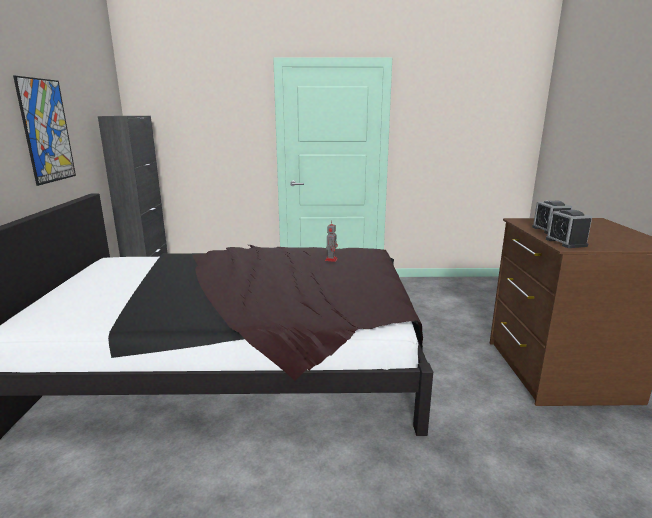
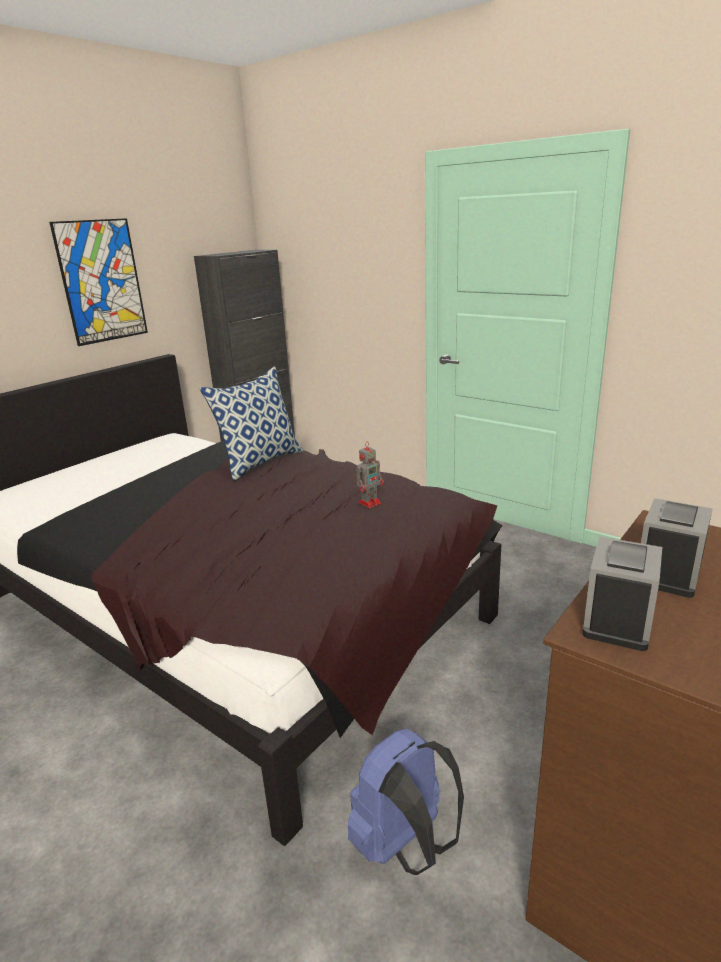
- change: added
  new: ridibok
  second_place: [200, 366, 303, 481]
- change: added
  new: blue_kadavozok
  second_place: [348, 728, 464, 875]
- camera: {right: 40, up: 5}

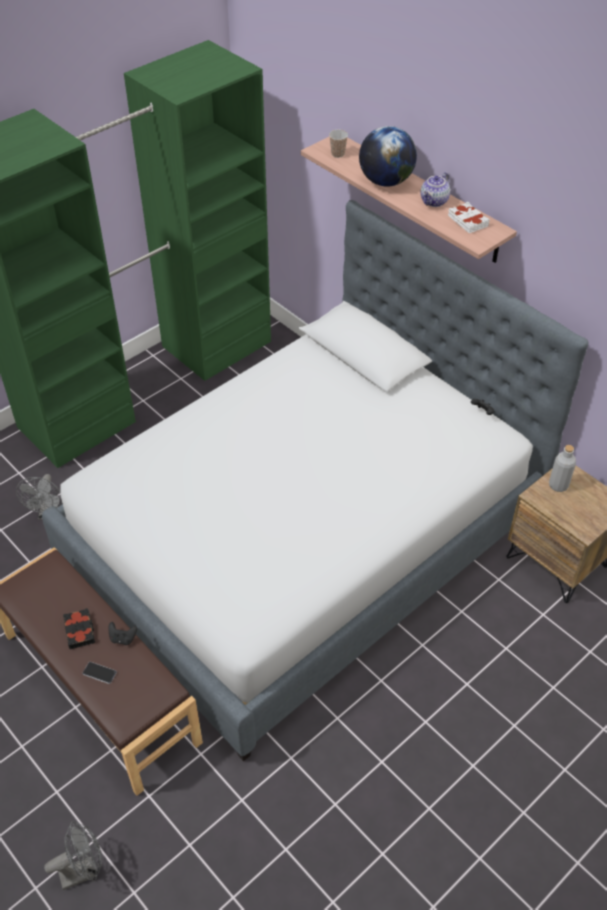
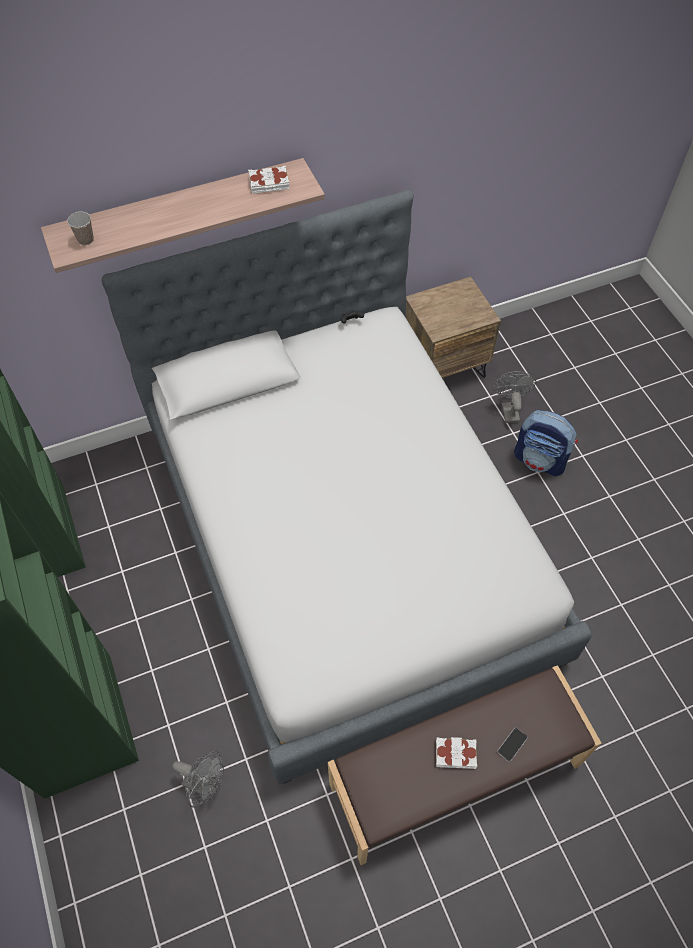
- change: removed
  old: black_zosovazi
  first_place: [108, 622, 137, 645]
- change: removed
  old: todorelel
  first_place: [359, 126, 417, 187]
- change: removed
  old: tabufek
  first_place: [421, 172, 450, 207]
- change: removed
  old: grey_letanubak
  first_place: [549, 445, 576, 492]
- change: added
  new: kadavozok
  second_place: [514, 410, 578, 477]
- change: moved
  old: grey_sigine
  first_place: [44, 821, 102, 890]
  second_place: [492, 371, 536, 423]
- change: recoloured
  old: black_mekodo
  new: white_mekodo
  first_place: [63, 608, 95, 649]
  second_place: [436, 737, 477, 769]
- camera: {right: -70, up: 10}

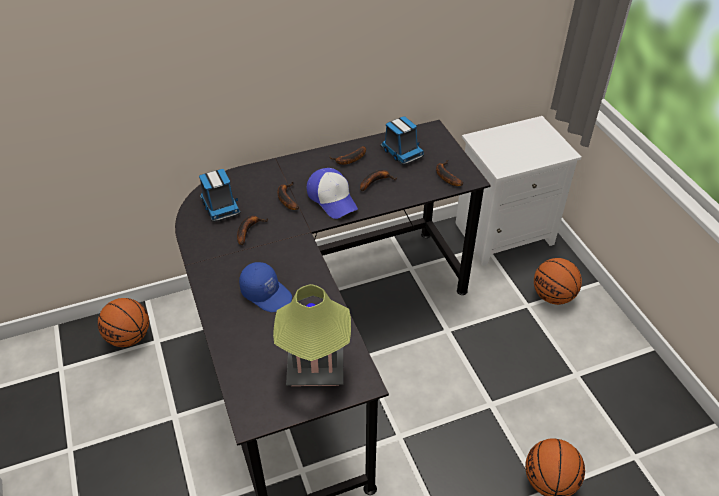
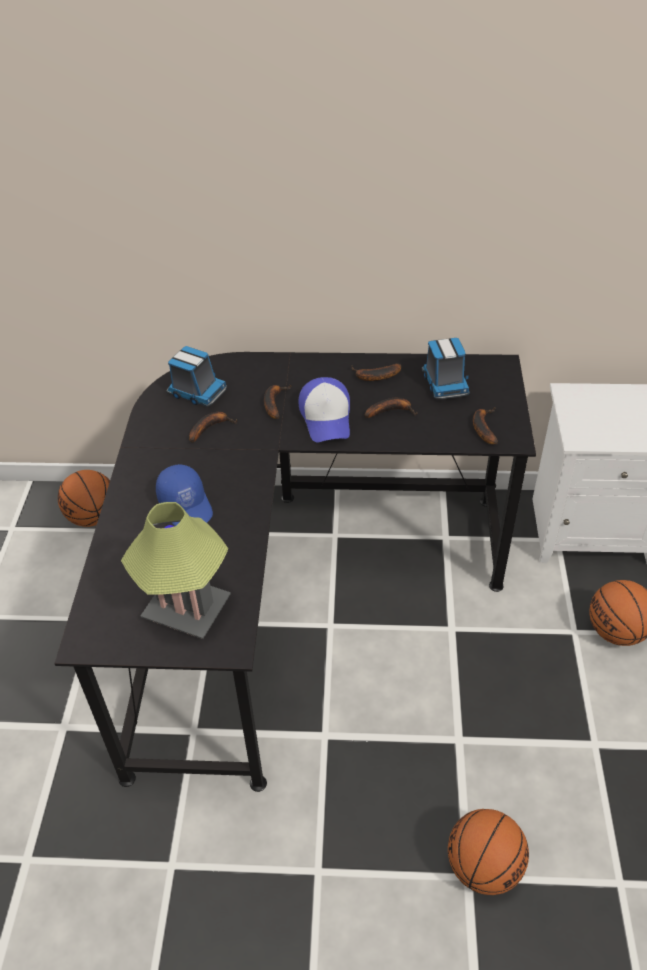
- change: turned
  old: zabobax
  first_place: [199, 169, 240, 222]
  second_place: [166, 346, 227, 407]
  degrees: -60
- camera: {right: 25, up: 0}

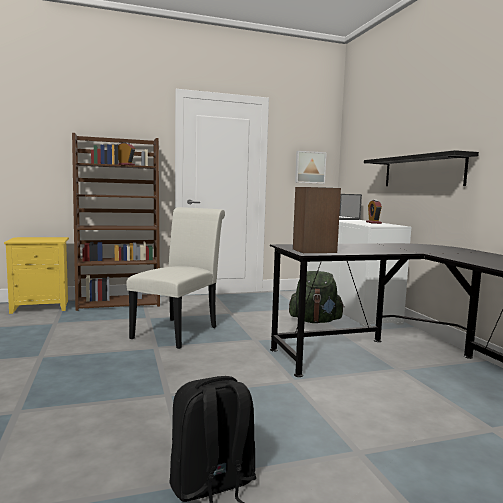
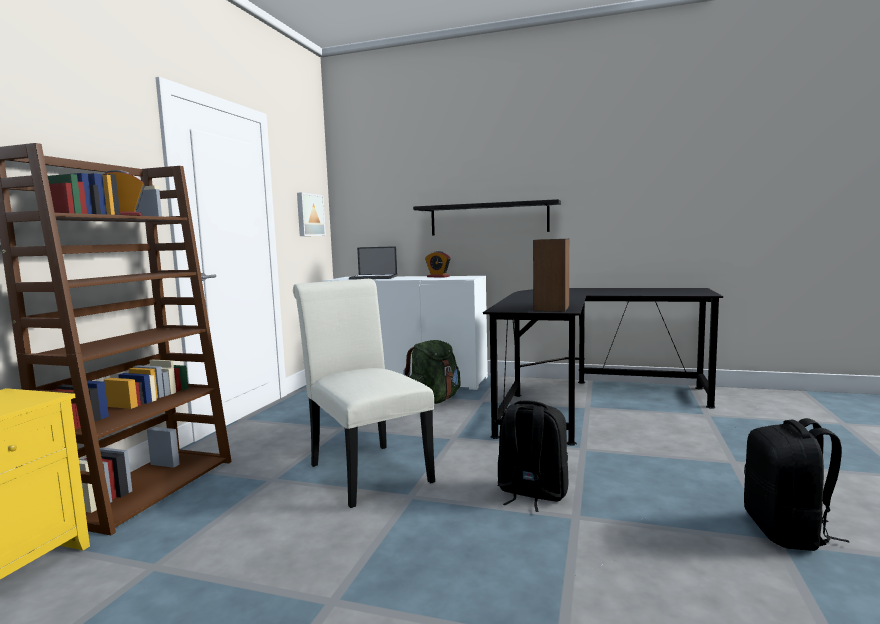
- change: added
  new: black_kadavozok
  second_place: [498, 401, 568, 512]
- camera: {right: -55, up: 0}

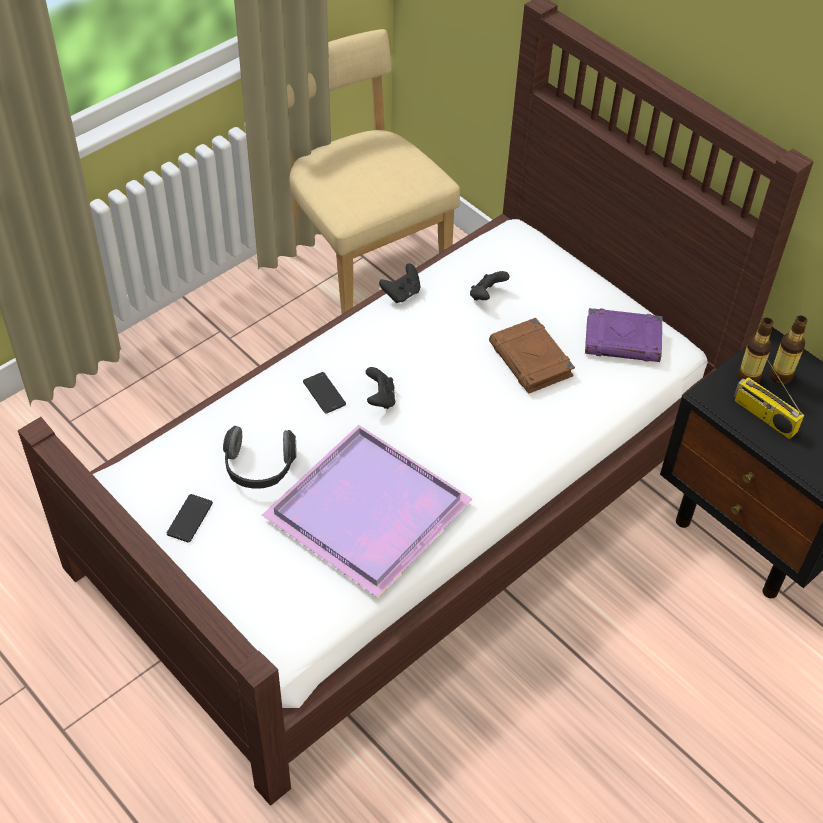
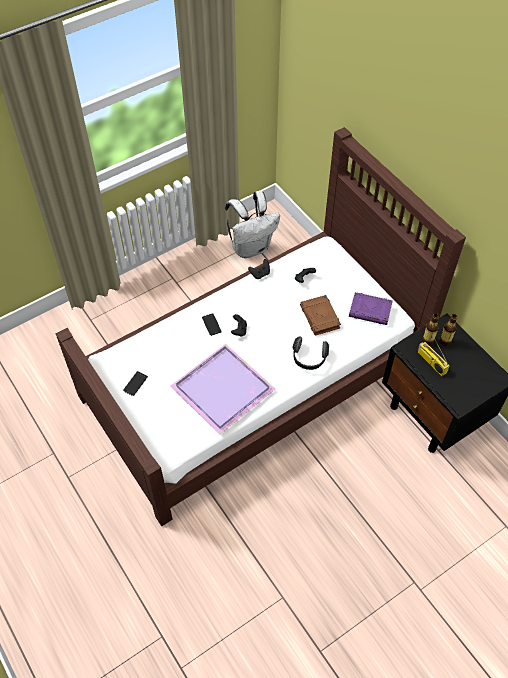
- change: moved
  old: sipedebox
  first_place: [223, 426, 296, 489]
  second_place: [293, 336, 329, 370]
- change: replaced
  old: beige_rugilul
  new: white_kadavozok
  first_place: [287, 29, 460, 314]
  second_place: [225, 191, 280, 258]
- camera: {right: 10, up: 5}

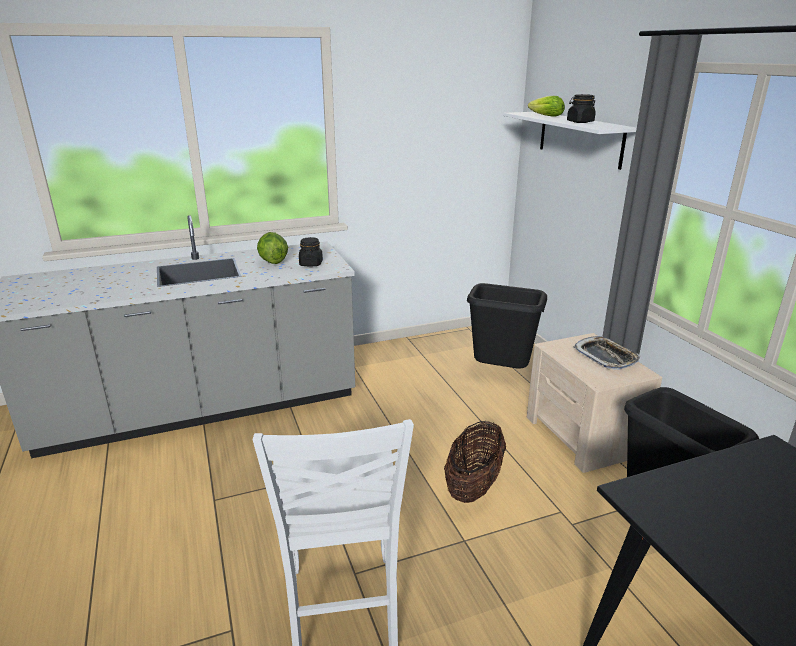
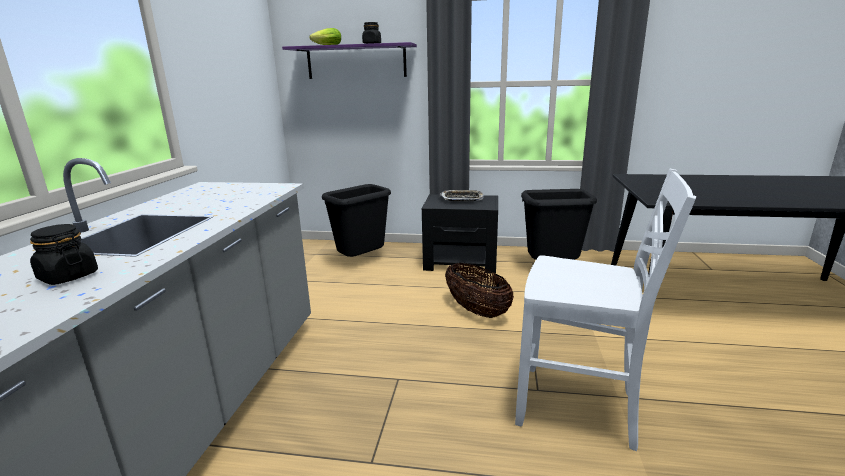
- change: removed
  old: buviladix
  first_place: [257, 232, 288, 264]
- change: moved
  old: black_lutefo
  first_place: [299, 237, 323, 266]
  second_place: [30, 224, 98, 285]
- change: recoloured
  old: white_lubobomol
  new: purple_lubobomol
  first_place: [504, 112, 637, 170]
  second_place: [282, 42, 417, 79]
- change: recoloured
  old: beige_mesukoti
  new: black_mesukoti
  first_place: [527, 333, 662, 473]
  second_place: [422, 194, 498, 274]
- camera: {right: -60, up: -5}

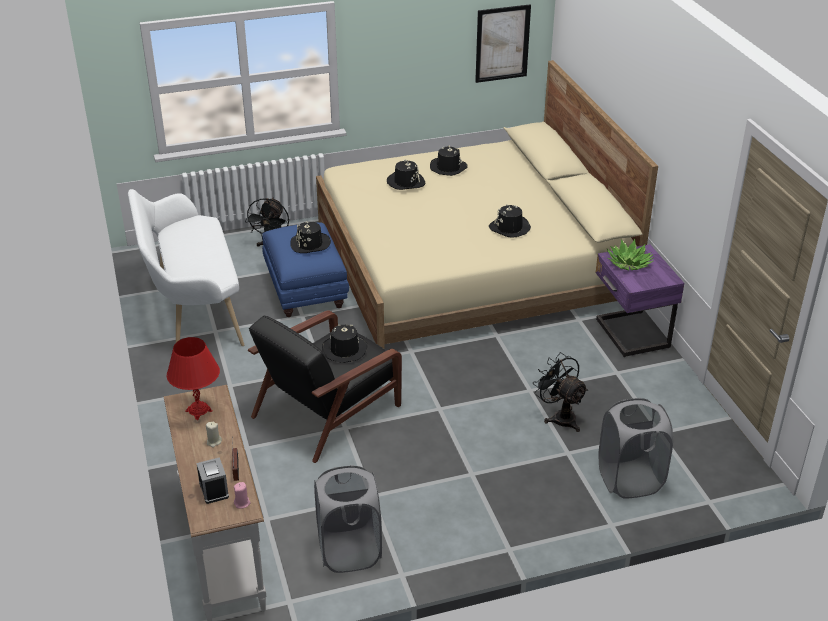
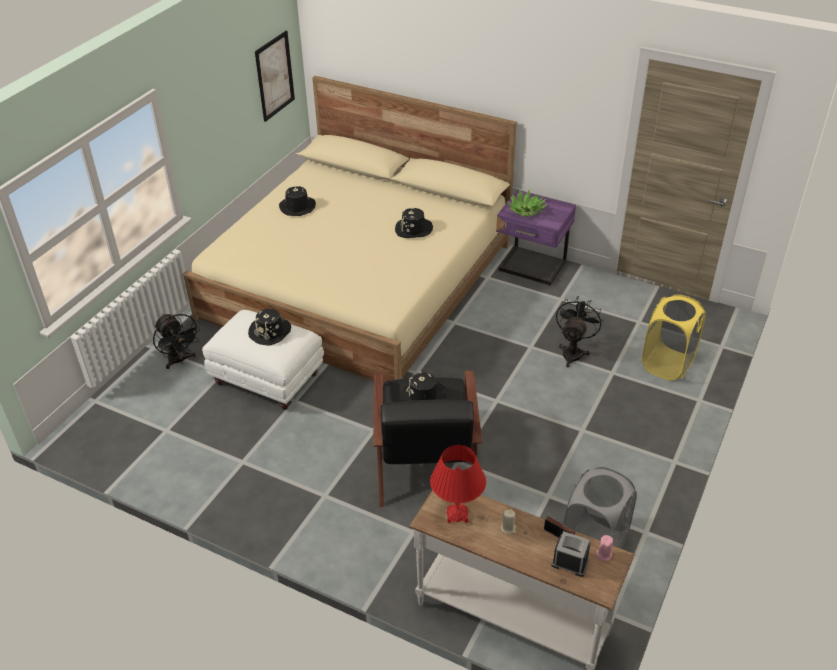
- change: removed
  old: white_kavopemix
  first_place: [128, 189, 244, 346]
- change: removed
  old: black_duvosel
  first_place: [387, 160, 425, 190]
- change: recoloured
  old: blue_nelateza
  new: white_nelateza
  first_place: [262, 222, 349, 317]
  second_place: [202, 310, 324, 410]
- change: recoloured
  old: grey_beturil
  new: yellow_beturil
  first_place: [599, 398, 673, 499]
  second_place: [642, 294, 706, 381]
- change: turned
  old: black_sigine
  first_place: [533, 352, 588, 432]
  second_place: [556, 296, 603, 367]
  degrees: 105
- camera: {right: -45, up: 5}

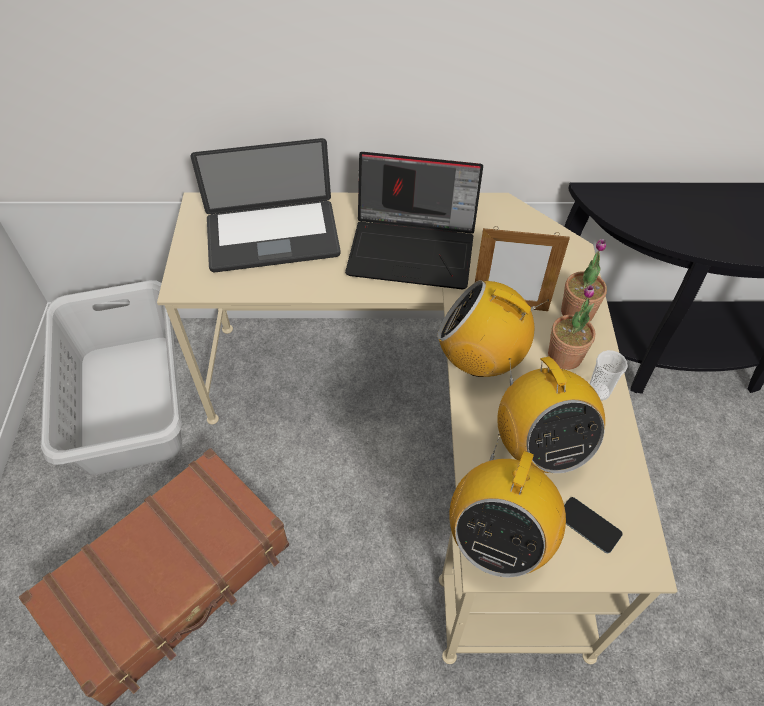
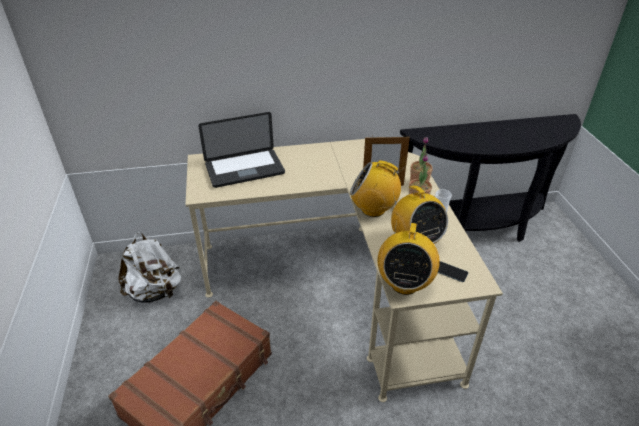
- change: removed
  old: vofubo
  first_place: [345, 152, 483, 289]
- change: replaced
  old: grey_beturil
  new: white_kadavozok
  first_place: [41, 280, 182, 475]
  second_place: [118, 232, 181, 303]
- camera: {right: -10, up: -15}

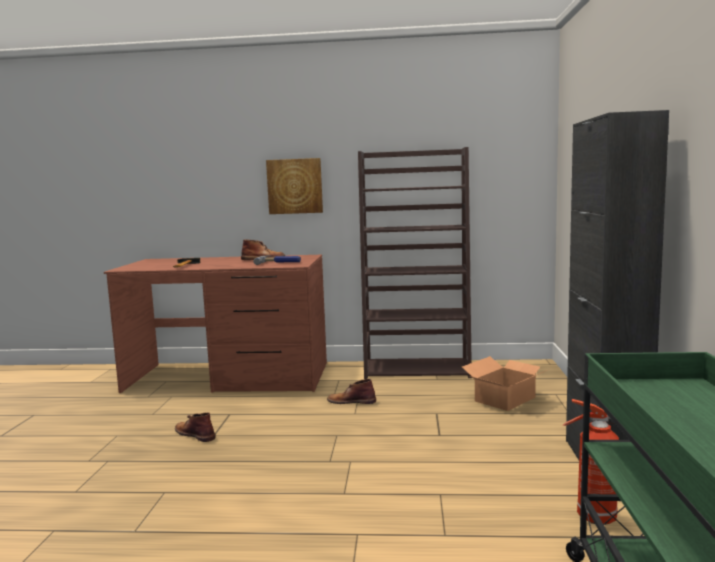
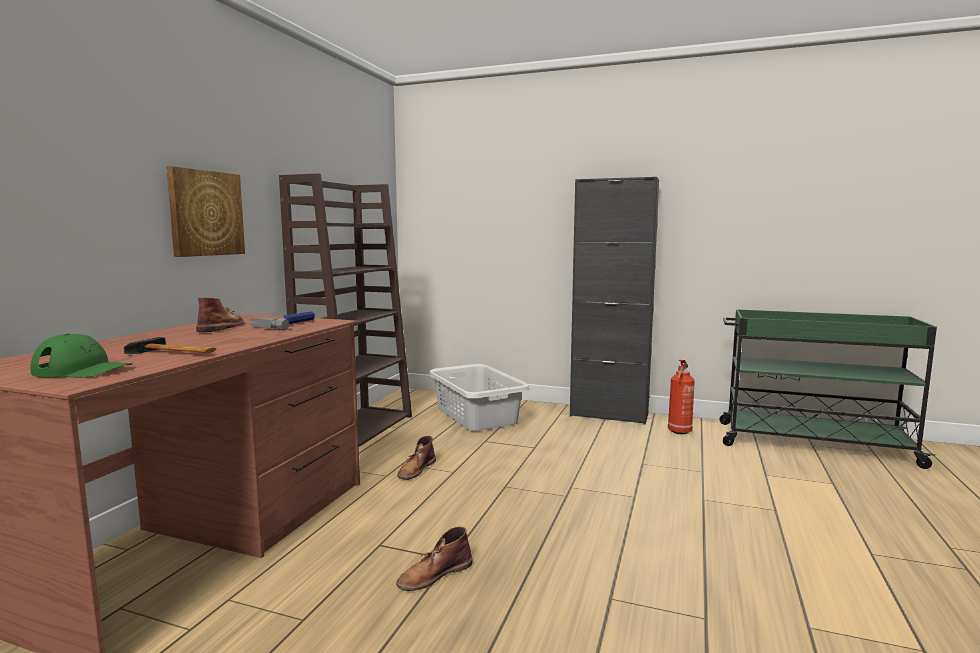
- change: added
  new: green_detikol
  second_place: [30, 334, 133, 378]
- change: replaced
  old: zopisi
  new: grey_beturil
  first_place: [462, 356, 547, 411]
  second_place: [428, 364, 529, 431]
- camera: {right: -75, up: 0}

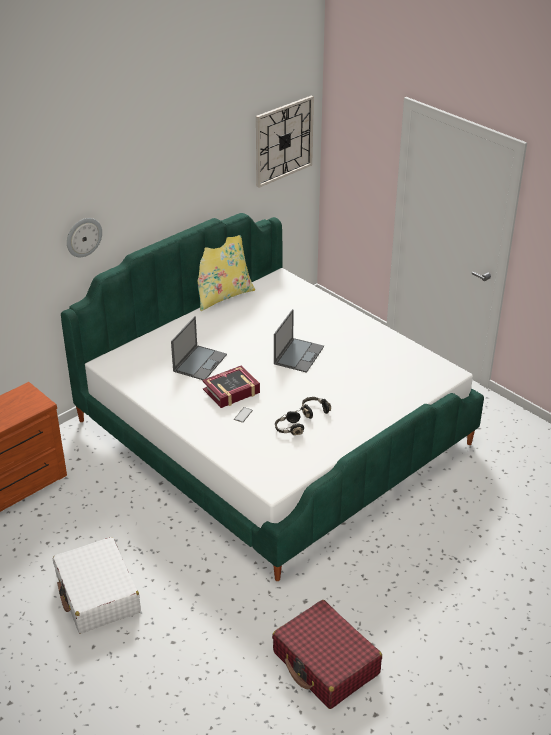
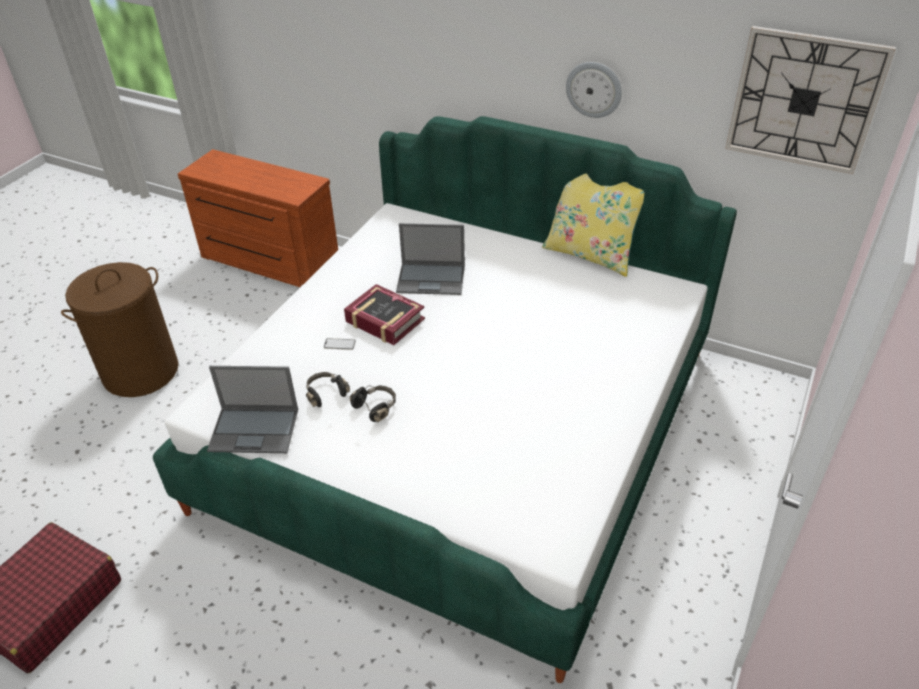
- change: moved
  old: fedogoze
  first_place: [67, 218, 102, 257]
  second_place: [566, 62, 622, 118]
- change: moved
  old: vofubo
  first_place: [274, 309, 324, 373]
  second_place: [207, 366, 298, 453]
- change: replaced
  old: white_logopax
  new: brown_beturil
  first_place: [53, 537, 141, 634]
  second_place: [61, 262, 179, 397]
- camera: {right: 70, up: 5}

